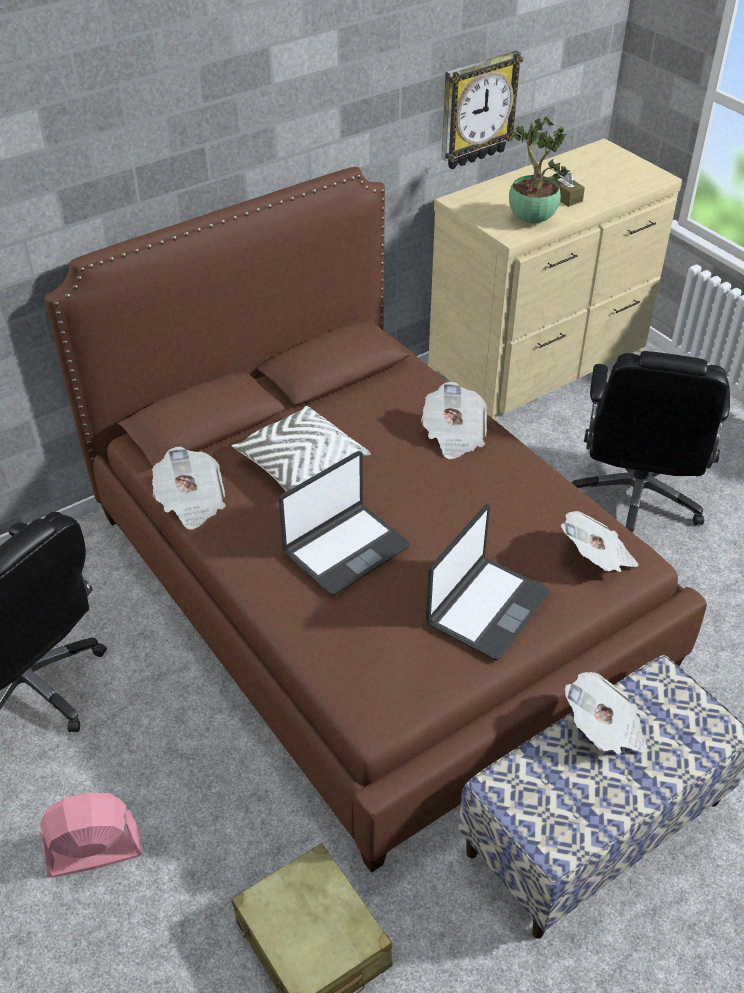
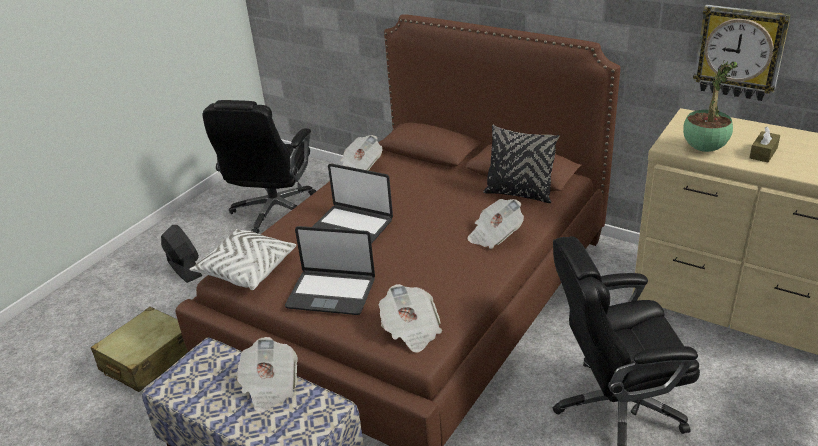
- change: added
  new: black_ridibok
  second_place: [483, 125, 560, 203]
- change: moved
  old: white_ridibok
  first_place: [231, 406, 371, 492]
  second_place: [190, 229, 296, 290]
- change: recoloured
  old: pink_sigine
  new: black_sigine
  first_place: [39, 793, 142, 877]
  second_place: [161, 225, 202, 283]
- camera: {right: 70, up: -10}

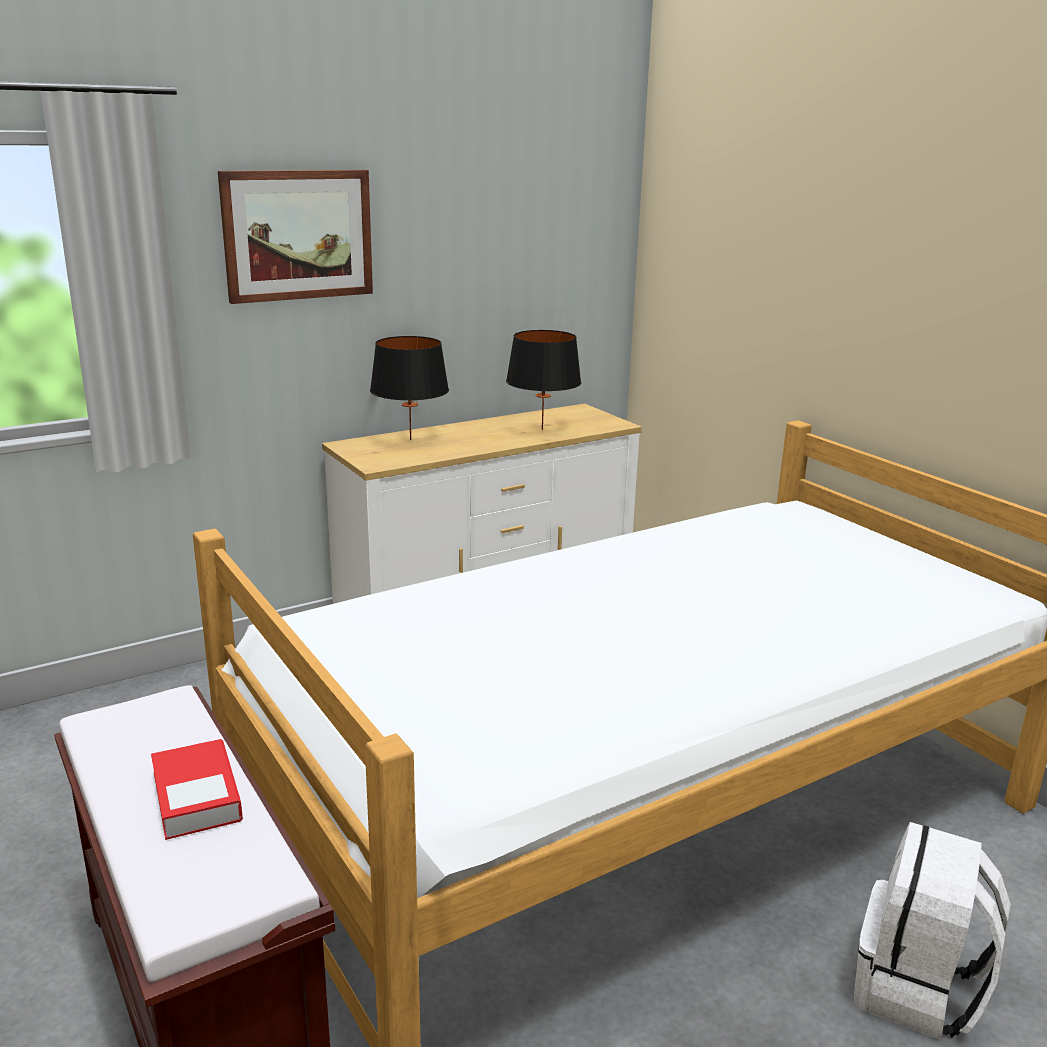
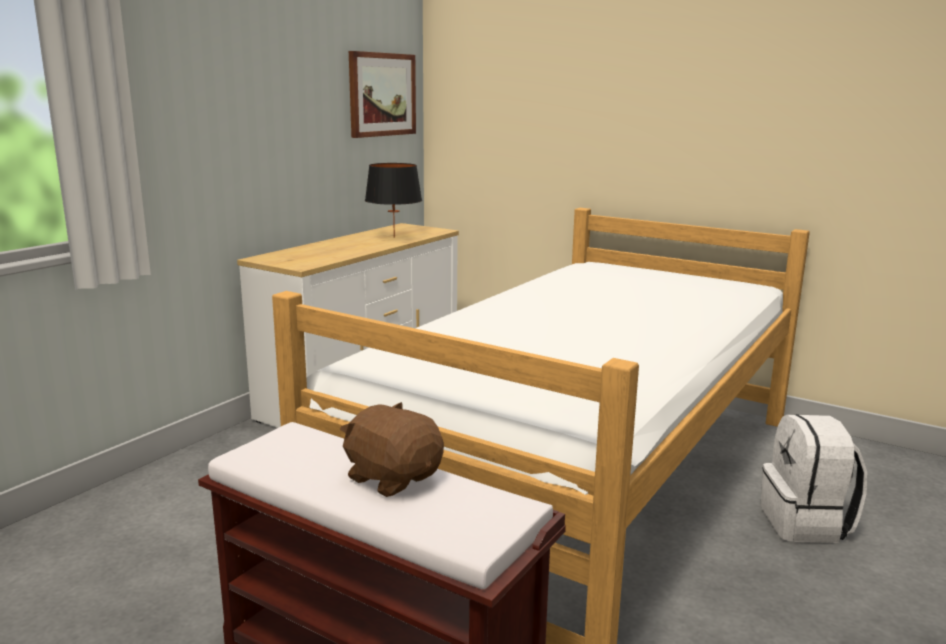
- change: removed
  old: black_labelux
  first_place: [370, 336, 449, 440]
- change: moved
  old: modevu
  first_place: [218, 170, 373, 304]
  second_place: [349, 51, 416, 138]
- change: replaced
  old: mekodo
  new: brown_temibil
  first_place: [151, 739, 243, 840]
  second_place: [340, 402, 444, 497]
- camera: {right: -25, up: -5}

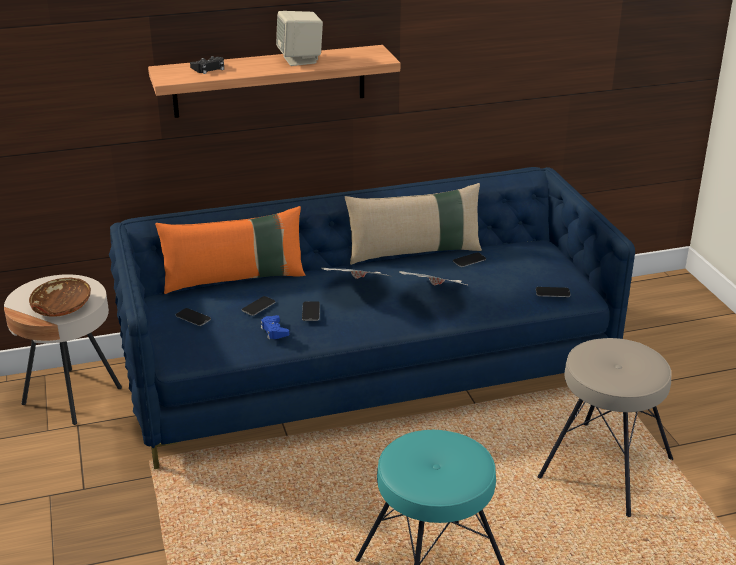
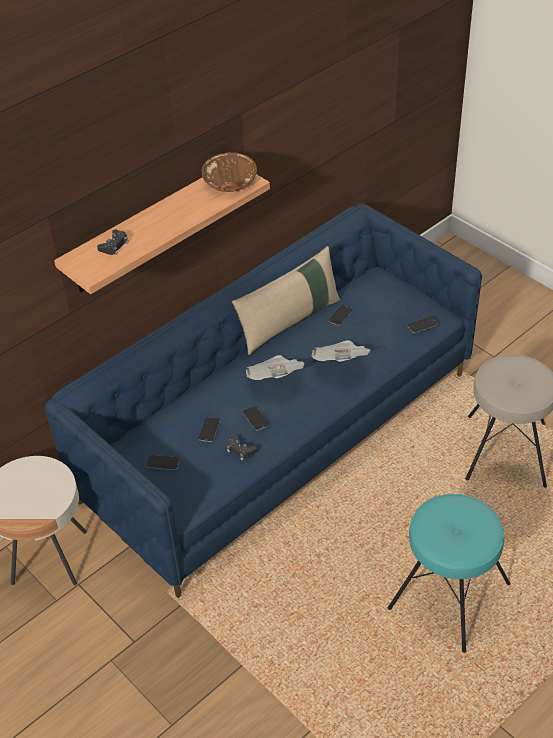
- change: removed
  old: orange_ridibok
  first_place: [155, 206, 306, 294]
- change: removed
  old: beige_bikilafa
  first_place: [276, 11, 323, 66]
- change: moved
  old: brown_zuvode
  first_place: [29, 277, 91, 317]
  second_place: [201, 152, 257, 192]
- change: recoloured
  old: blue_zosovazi
  new: black_zosovazi
  first_place: [261, 315, 289, 339]
  second_place: [227, 435, 257, 461]
- camera: {right: -25, up: 15}

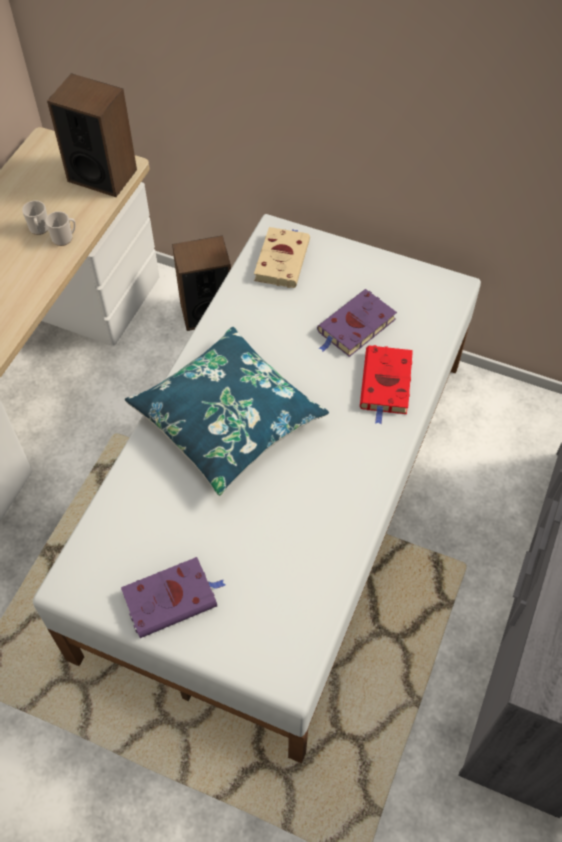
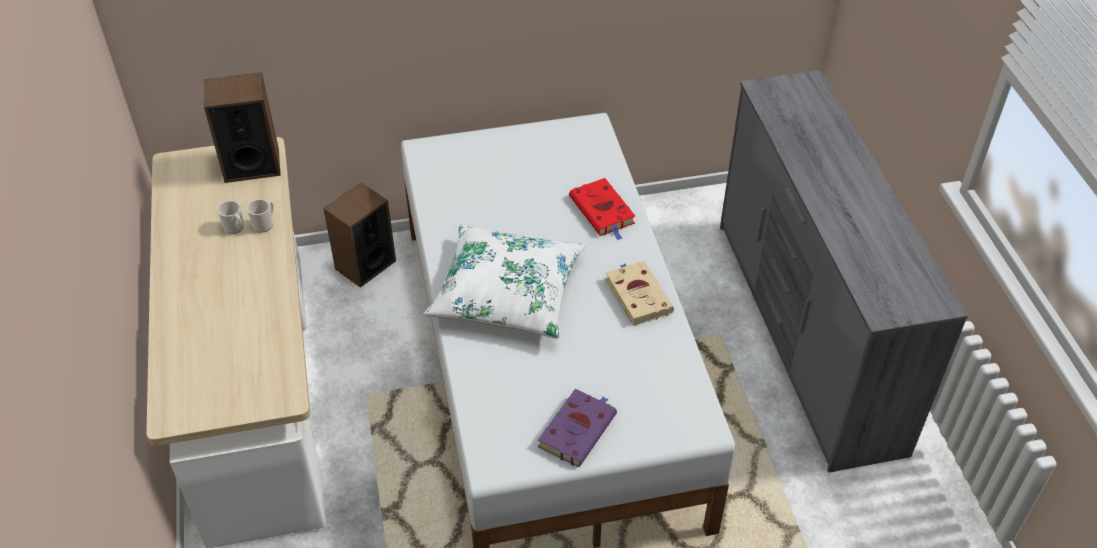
- change: removed
  old: purple_mekodo
  first_place: [317, 289, 397, 357]
- change: moved
  old: beige_mekodo
  first_place: [254, 227, 310, 288]
  second_place: [605, 261, 674, 326]
- change: recoloured
  old: blue_ridibok
  new: white_ridibok
  first_place: [125, 327, 329, 496]
  second_place: [423, 224, 586, 338]
- camera: {right: -35, up: -10}

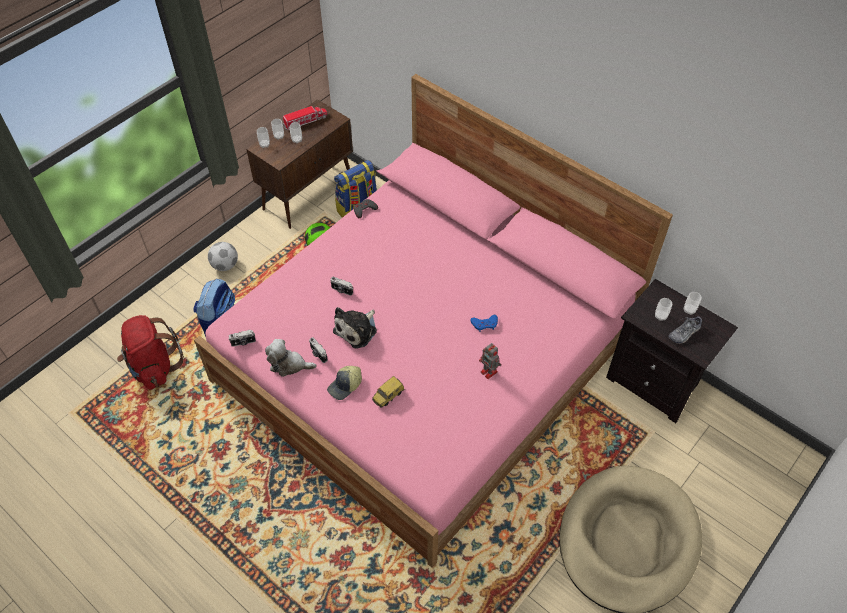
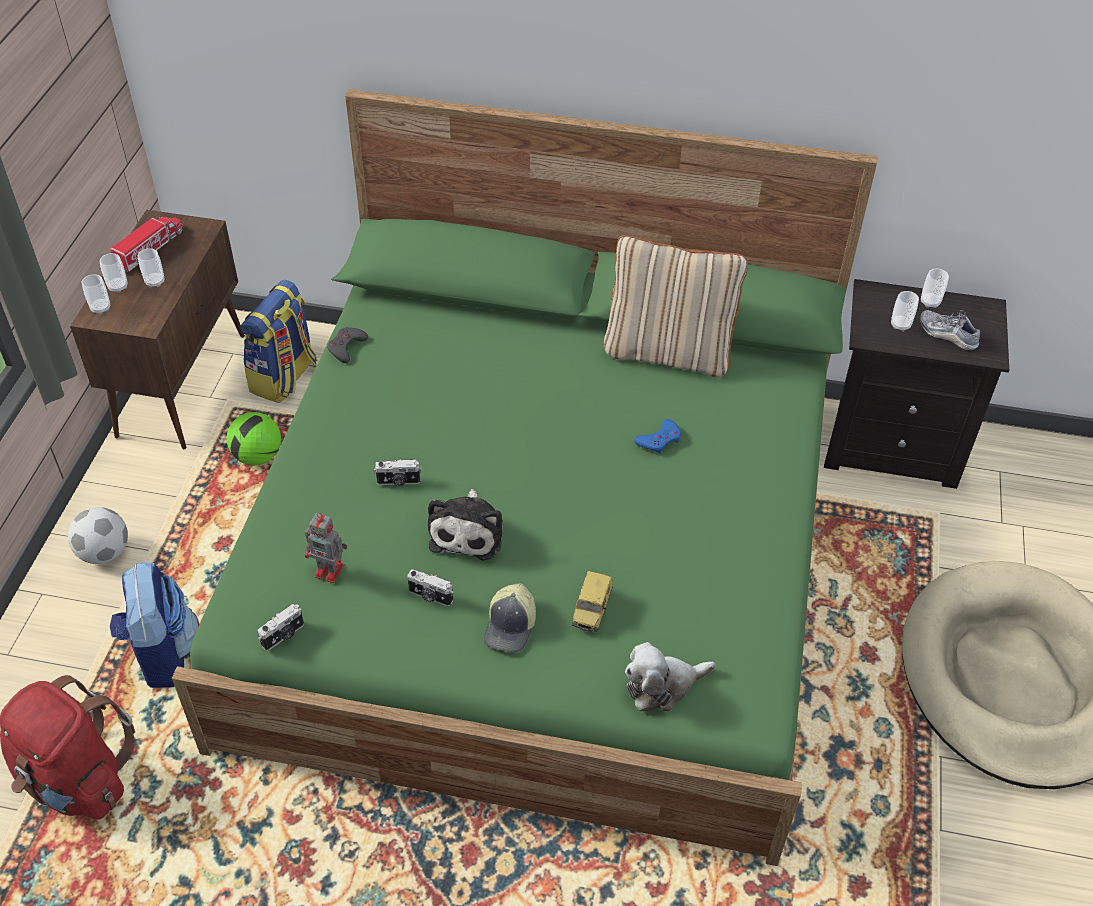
- change: added
  new: beige_ridibok
  second_place: [603, 235, 748, 378]
- change: moved
  old: temibil
  first_place: [265, 339, 316, 377]
  second_place: [625, 642, 716, 711]
- change: moved
  old: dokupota
  first_place: [479, 343, 501, 379]
  second_place: [305, 513, 348, 583]
- change: recoloured
  old: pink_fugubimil
  new: green_fugubimil
  first_place: [194, 74, 673, 568]
  second_place: [172, 89, 877, 866]
- change: turned
  old: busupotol
  first_place: [668, 316, 702, 344]
  second_place: [920, 310, 980, 350]
  degrees: 105
- camera: {right: -30, up: -5}

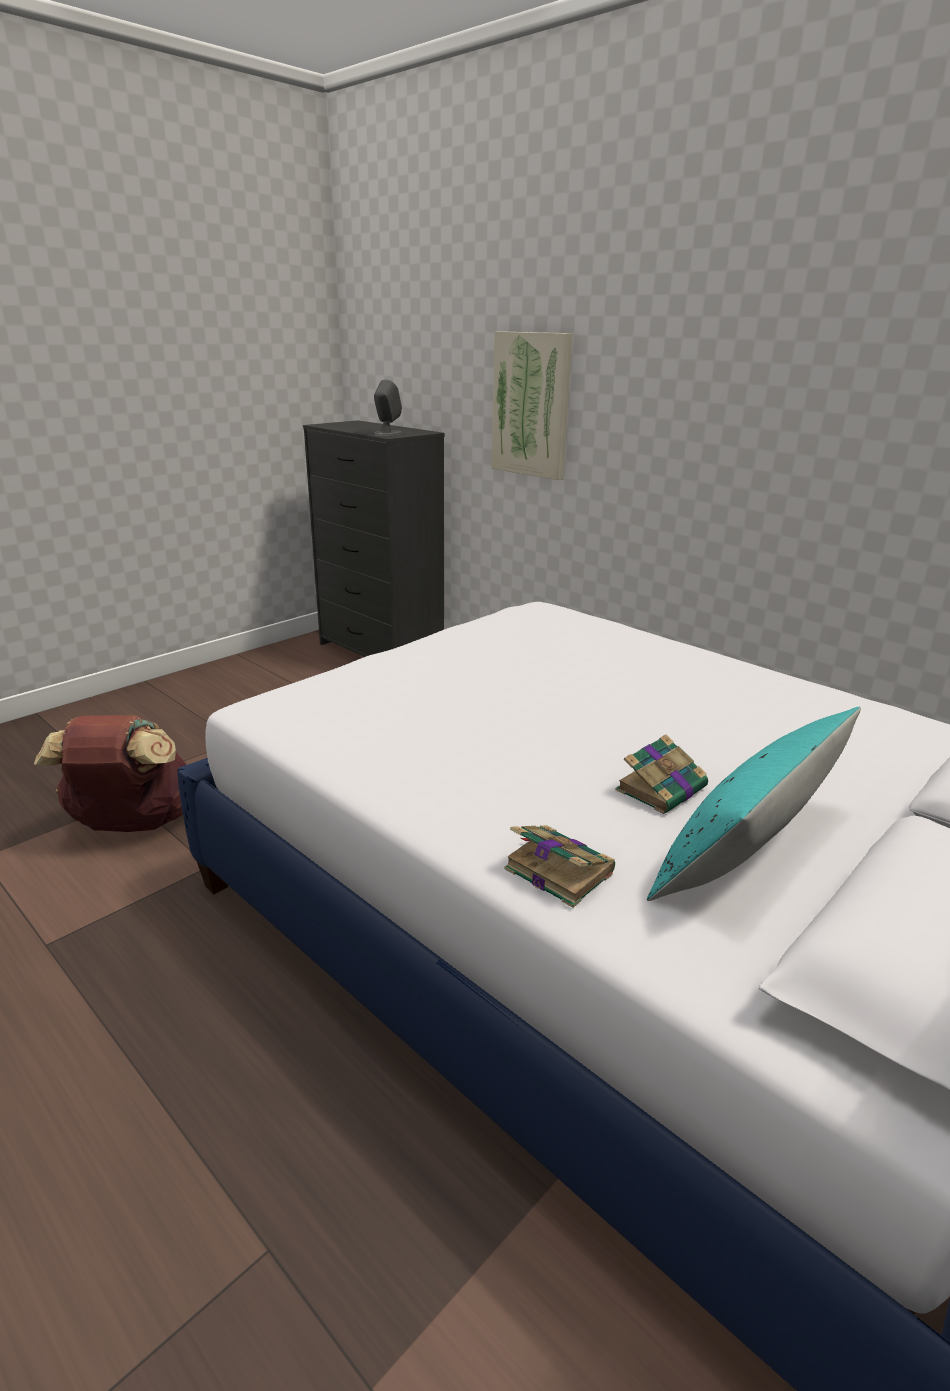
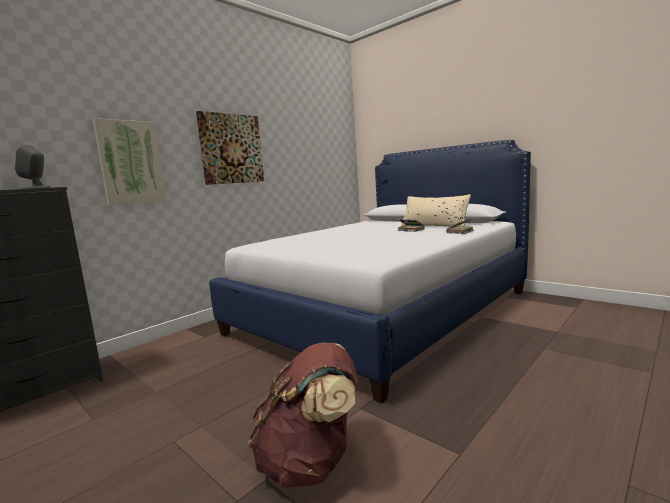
- change: added
  new: modevu
  second_place: [196, 111, 264, 185]
- change: recoloured
  old: turquoise_ridibok
  new: beige_ridibok
  first_place: [647, 707, 861, 901]
  second_place: [401, 194, 471, 227]
- camera: {right: -90, up: -15}

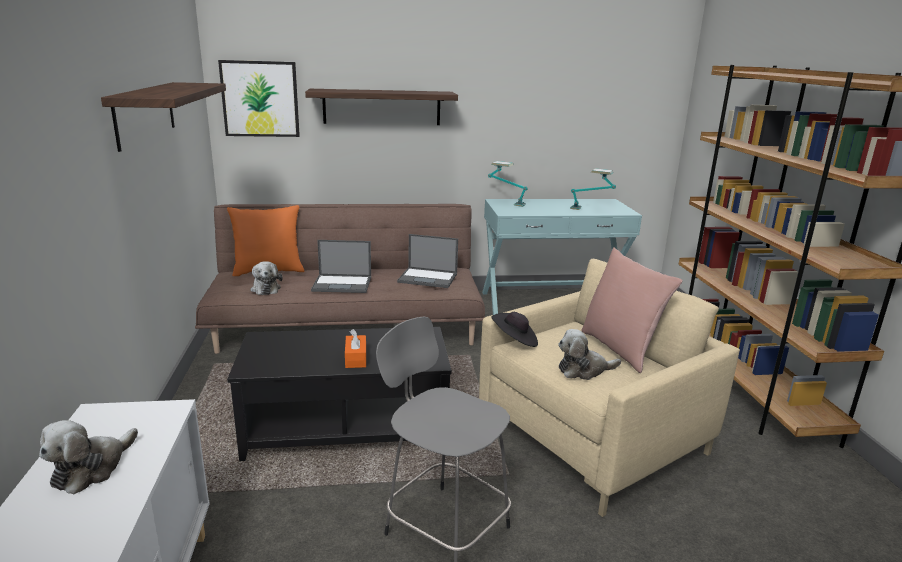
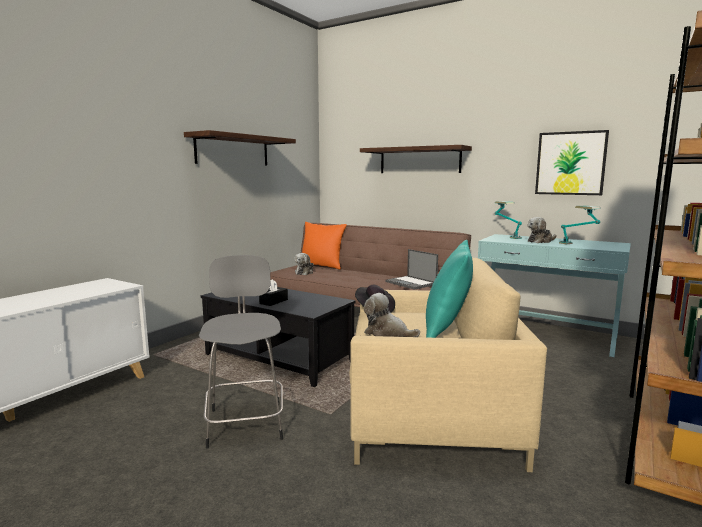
- change: removed
  old: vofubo
  first_place: [311, 240, 371, 293]
- change: moved
  old: temibil
  first_place: [39, 420, 138, 495]
  second_place: [528, 217, 556, 243]
- change: moved
  old: modevu
  first_place: [218, 60, 300, 137]
  second_place: [535, 130, 609, 195]
- change: recoloured
  old: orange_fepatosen
  new: black_fepatosen
  first_place: [345, 329, 366, 368]
  second_place: [259, 279, 288, 306]
- change: recoloured
  old: pink_ridibok
  new: turquoise_ridibok
  first_place: [581, 248, 682, 373]
  second_place: [426, 240, 473, 338]
- camera: {right: 40, up: -10}

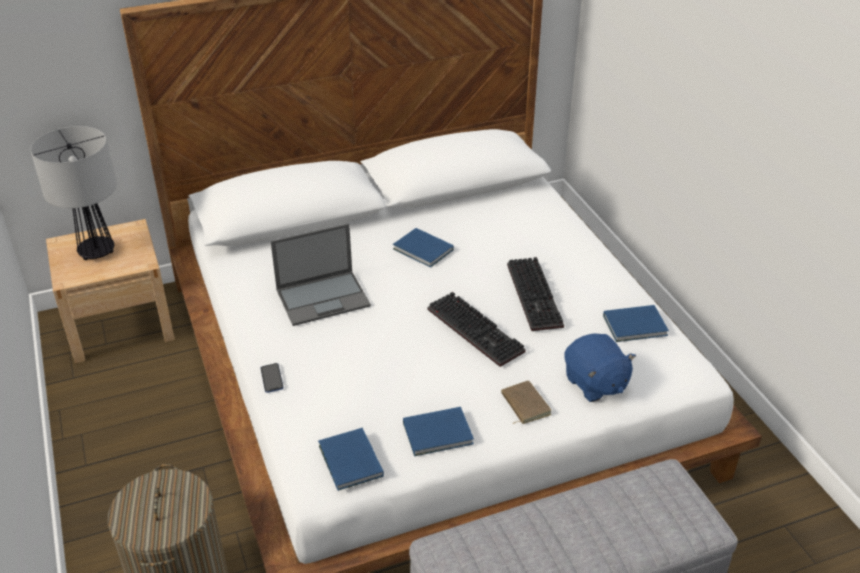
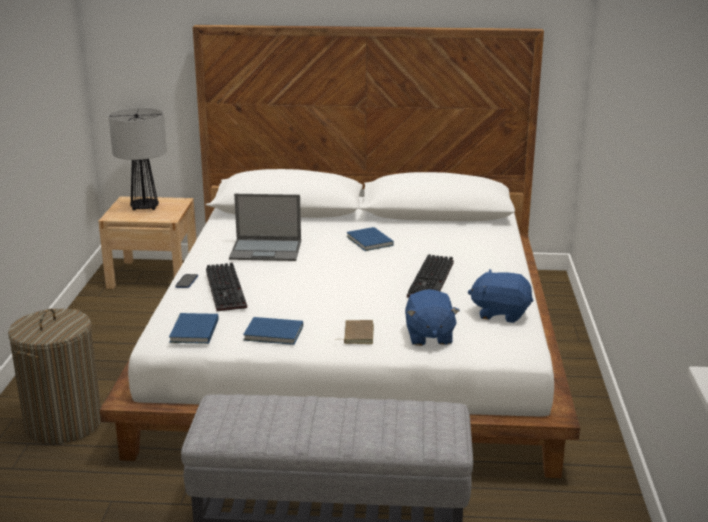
- change: moved
  old: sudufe
  first_place: [427, 292, 526, 367]
  second_place: [206, 262, 247, 311]
- change: replaced
  old: blue_mekodo
  new: blue_temibil
  first_place: [603, 305, 669, 342]
  second_place: [468, 269, 533, 323]
- camera: {right: 25, up: -15}

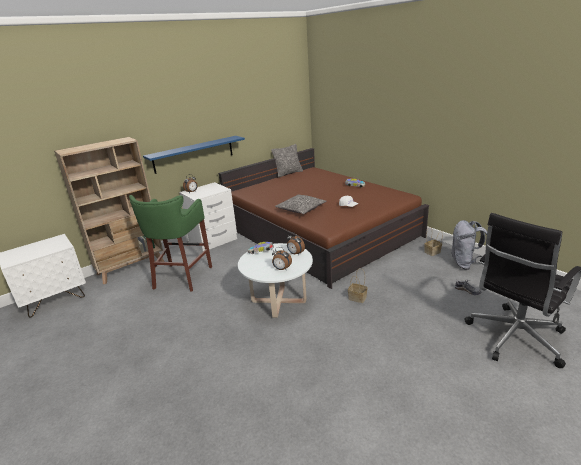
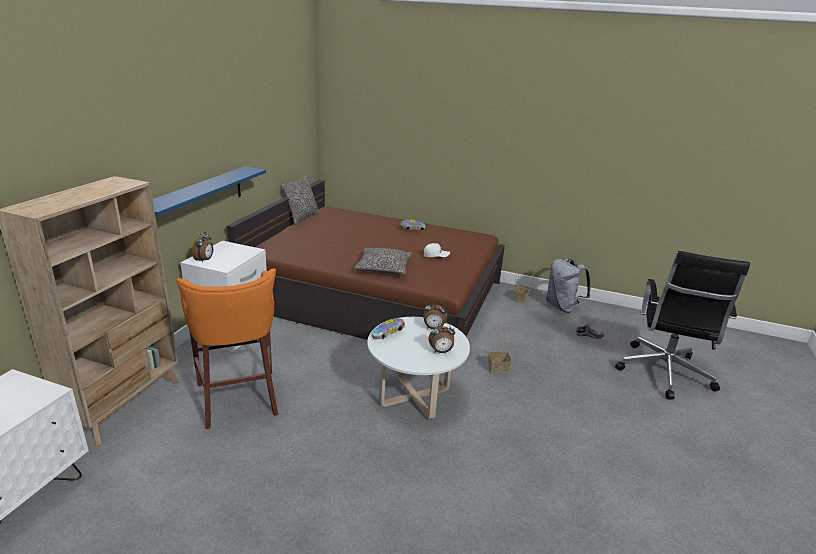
- change: recoloured
  old: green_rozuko
  new: orange_rozuko
  first_place: [129, 195, 212, 291]
  second_place: [176, 269, 278, 429]
- camera: {right: -35, up: 0}

